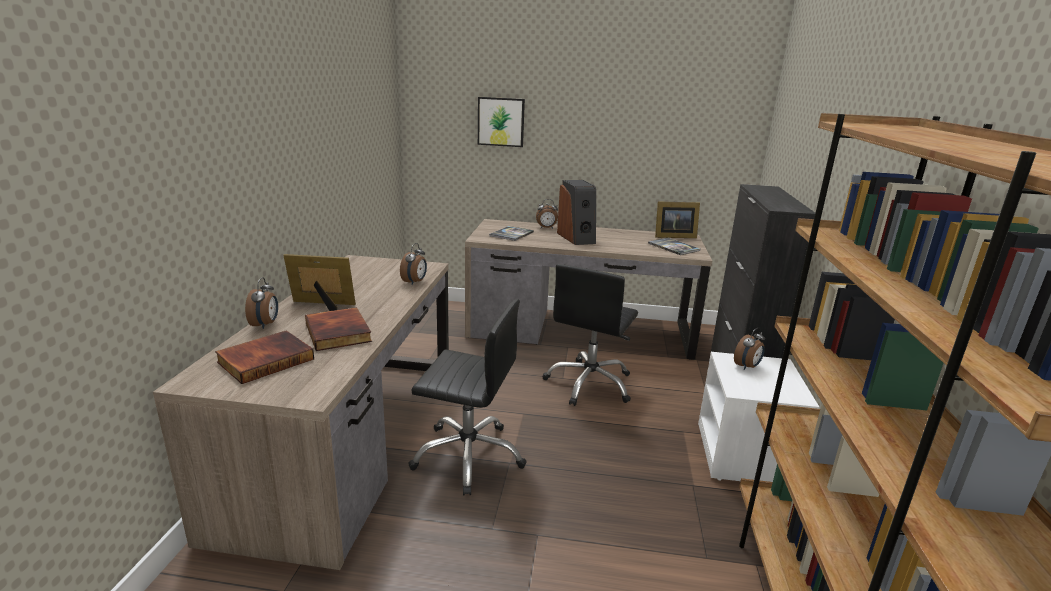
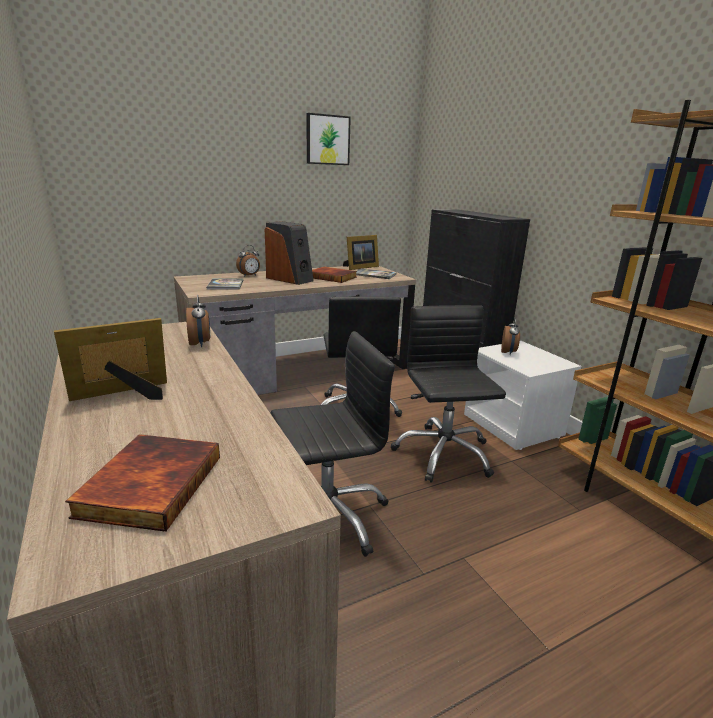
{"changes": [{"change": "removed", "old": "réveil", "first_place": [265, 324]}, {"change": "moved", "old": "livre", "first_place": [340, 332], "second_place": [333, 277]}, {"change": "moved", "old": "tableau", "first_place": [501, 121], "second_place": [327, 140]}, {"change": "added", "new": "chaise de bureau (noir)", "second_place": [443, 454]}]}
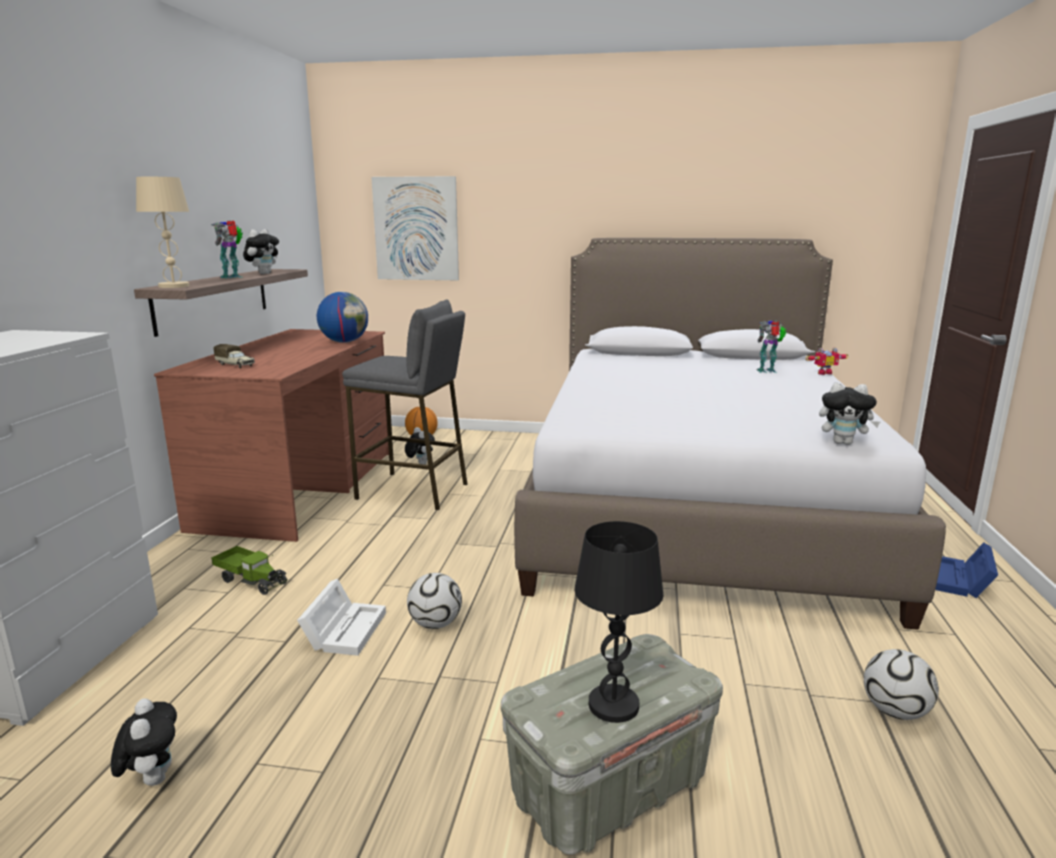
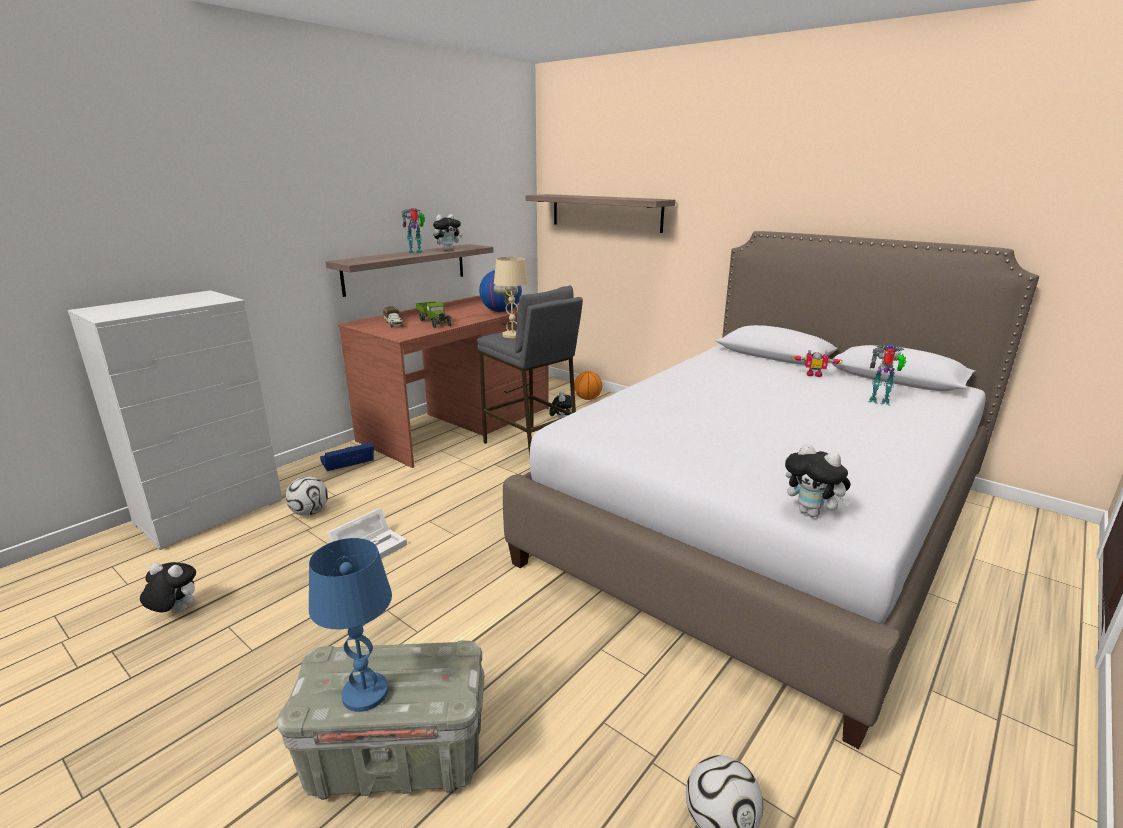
{"changes": [{"change": "turned", "old": "peluche", "first_place": [152, 778], "second_place": [175, 612], "degrees": -90}, {"change": "moved", "old": "lampe de table (beige)", "first_place": [174, 286], "second_place": [512, 335]}, {"change": "moved", "old": "camion jouet", "first_place": [251, 580], "second_place": [434, 322]}, {"change": "replaced", "old": "tableau", "new": "étagère", "first_place": [416, 229], "second_place": [605, 212]}, {"change": "moved", "old": "ballon de foot", "first_place": [435, 624], "second_place": [310, 512]}, {"change": "recoloured", "old": "lampe de table (noir)", "new": "lampe de table (bleu)", "first_place": [613, 705], "second_place": [364, 693]}, {"change": "moved", "old": "robot jouet", "first_place": [823, 373], "second_place": [814, 374]}, {"change": "moved", "old": "boîte de rangement (bleu)", "first_place": [959, 581], "second_place": [346, 463]}]}
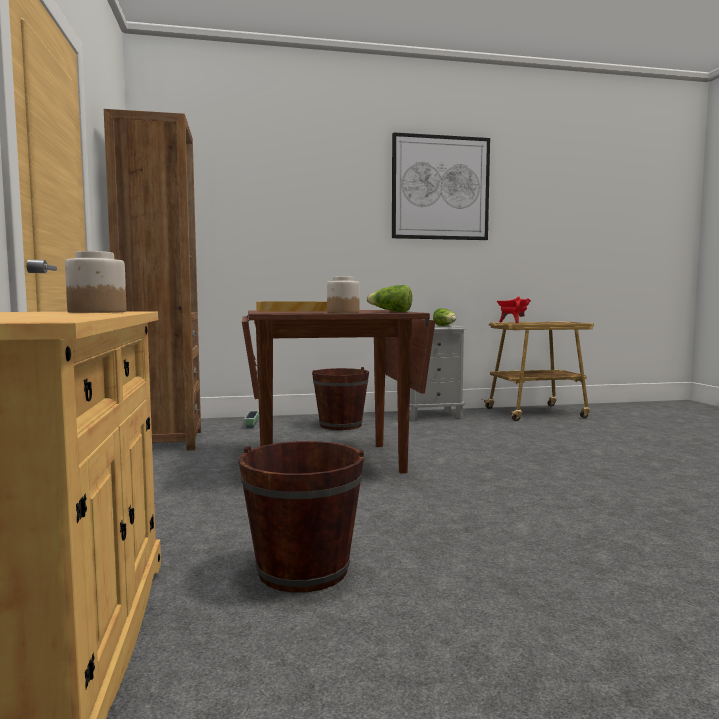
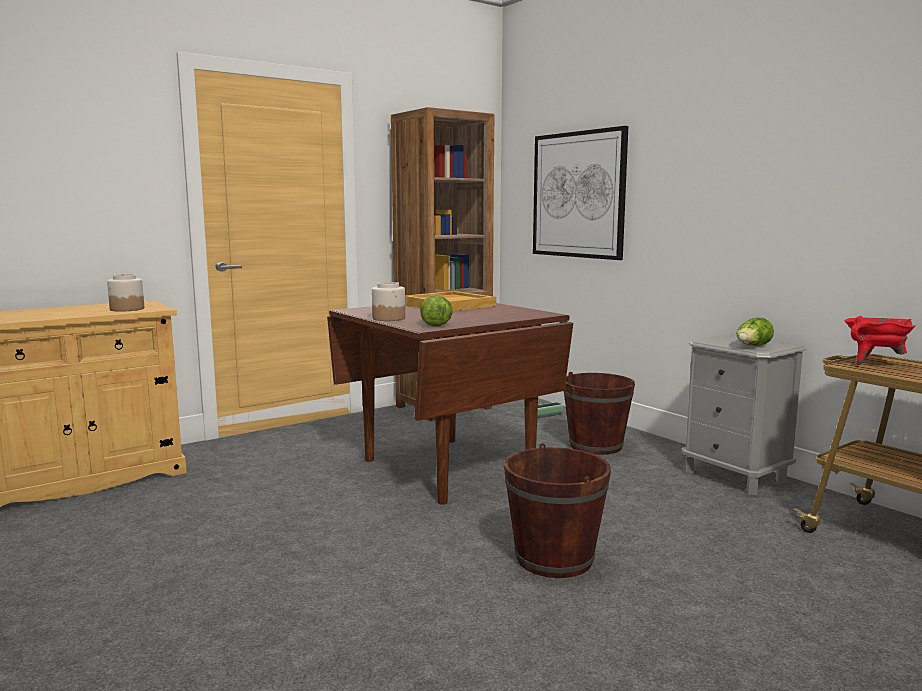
{"changes": [{"change": "moved", "old": "seau (marron)", "first_place": [303, 570], "second_place": [554, 559]}, {"change": "moved", "old": "tableau", "first_place": [440, 188], "second_place": [578, 195]}]}
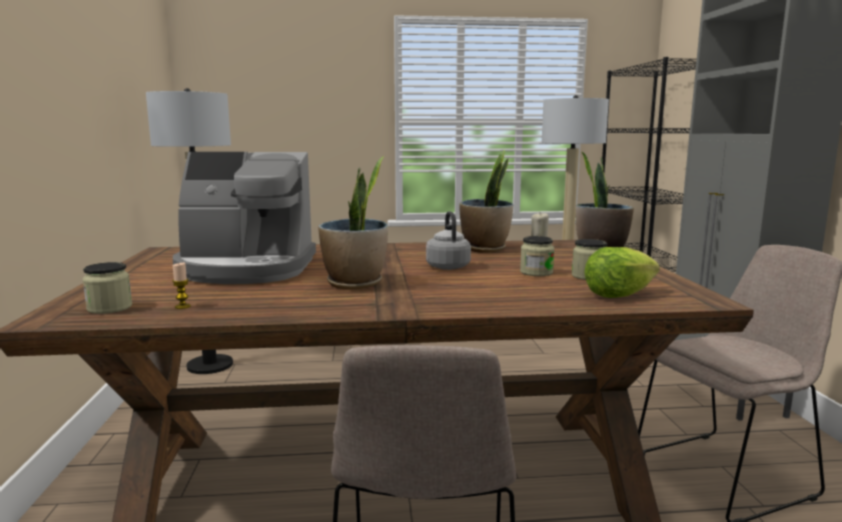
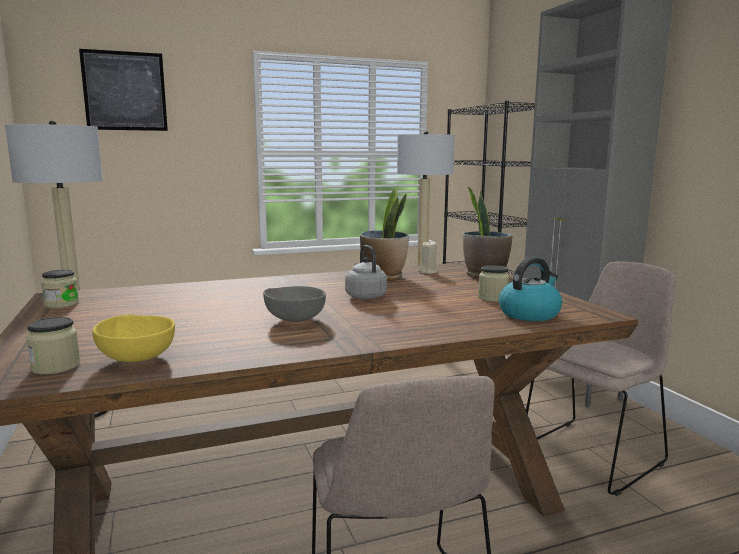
{"changes": [{"change": "replaced", "old": "bougie", "new": "bol (jaune)", "first_place": [182, 306], "second_place": [138, 358]}, {"change": "removed", "old": "machine à café", "first_place": [246, 269]}, {"change": "replaced", "old": "plante en pot", "new": "bol (gris)", "first_place": [355, 283], "second_place": [294, 319]}, {"change": "moved", "old": "bocal", "first_place": [536, 272], "second_place": [62, 304]}, {"change": "replaced", "old": "laitue", "new": "bouilloire", "first_place": [617, 295], "second_place": [529, 314]}, {"change": "added", "new": "tableau", "second_place": [125, 91]}]}
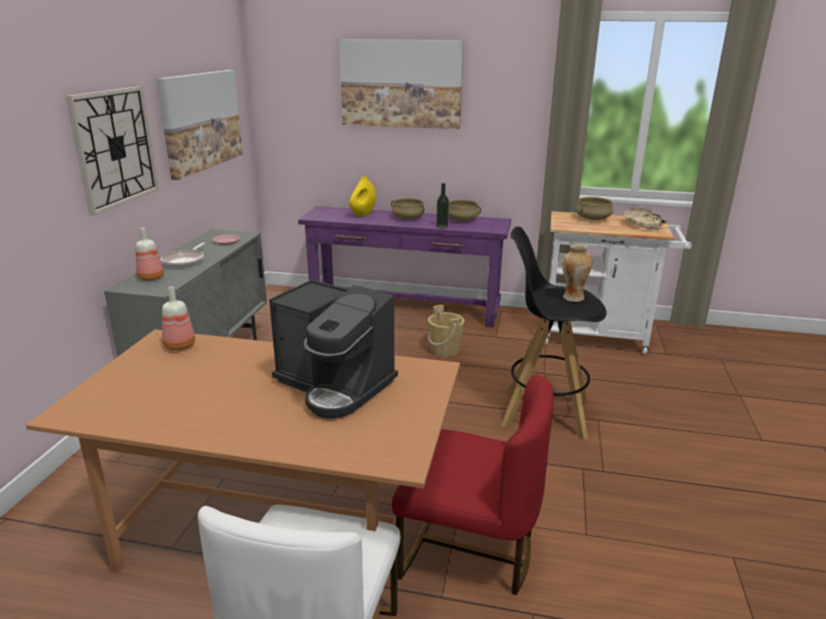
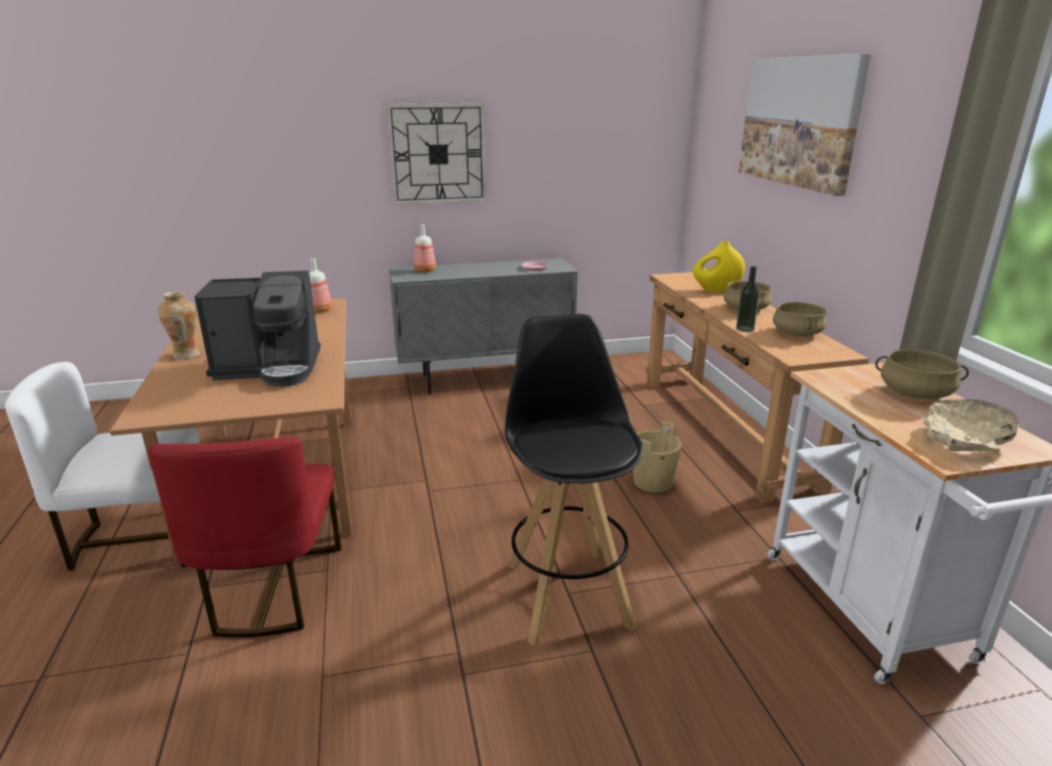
{"changes": [{"change": "removed", "old": "tableau", "first_place": [201, 121]}, {"change": "removed", "old": "poêle", "first_place": [185, 261]}, {"change": "turned", "old": "machine à café", "first_place": [335, 385], "second_place": [270, 368], "degrees": -105}, {"change": "recoloured", "old": "table console (violet)", "new": "table console (marron)", "first_place": [405, 309], "second_place": [724, 430]}, {"change": "moved", "old": "vase", "first_place": [572, 298], "second_place": [186, 355]}]}
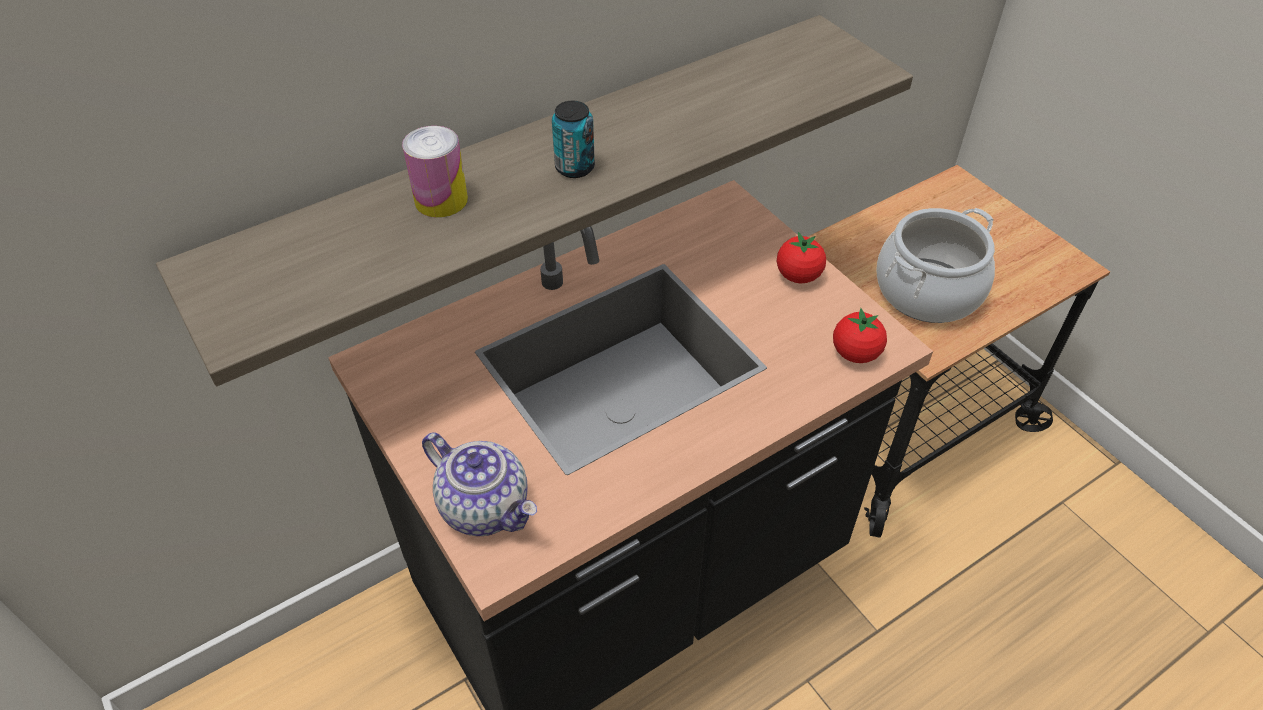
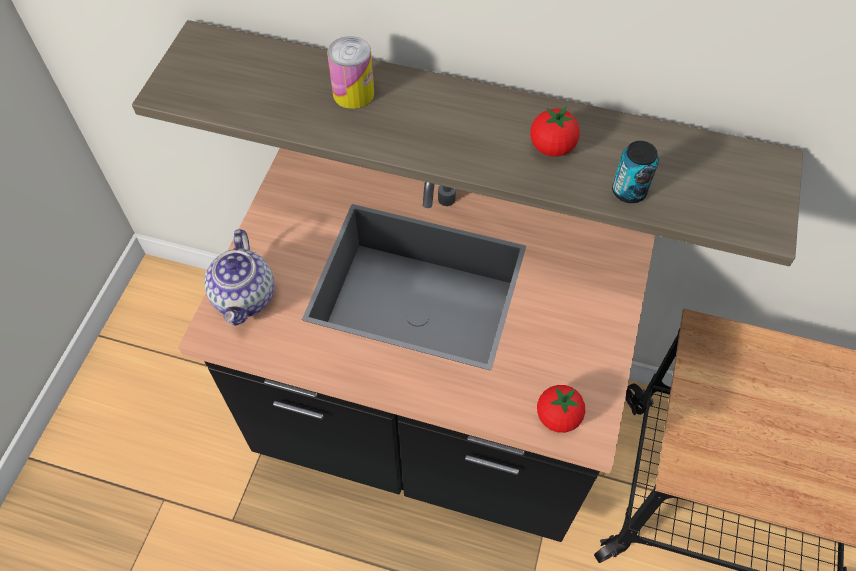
{"changes": [{"change": "moved", "old": "boîte métallique", "first_place": [575, 167], "second_place": [628, 191]}, {"change": "moved", "old": "tomate", "first_place": [798, 276], "second_place": [552, 147]}, {"change": "removed", "old": "marmite", "first_place": [927, 291]}]}
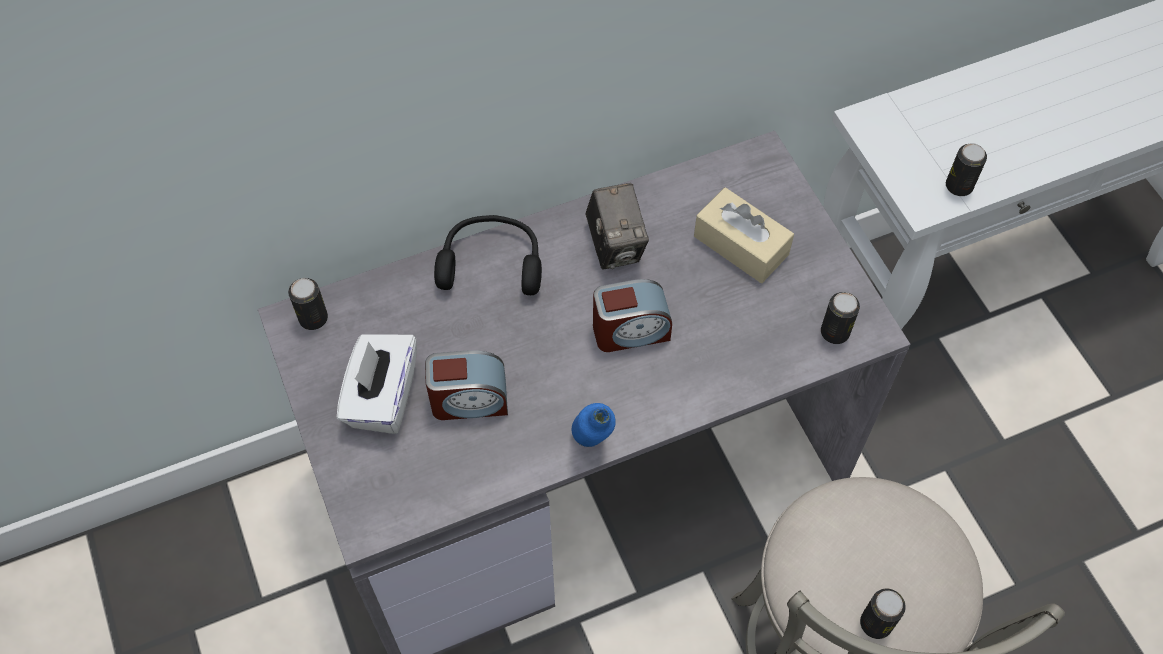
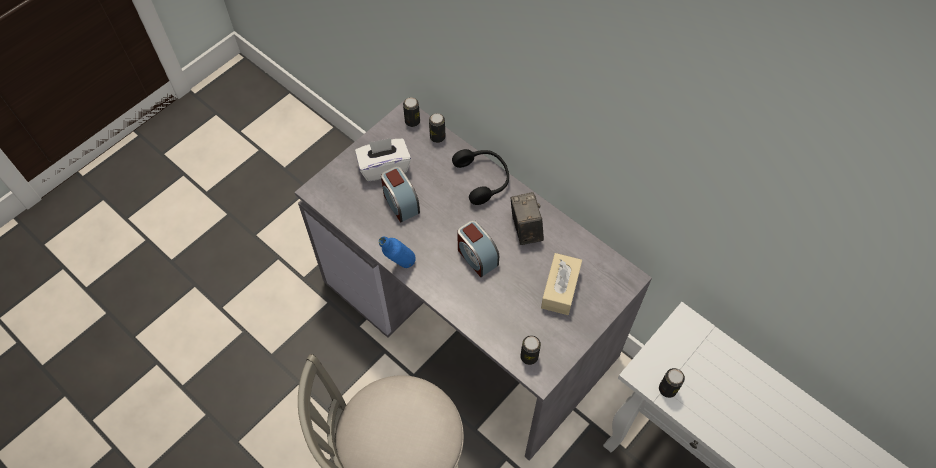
{"changes": [{"change": "turned", "old": "appareil photo", "first_place": [615, 245], "second_place": [525, 229], "degrees": 120}, {"change": "moved", "old": "boîte métallique", "first_place": [876, 623], "second_place": [437, 137]}]}
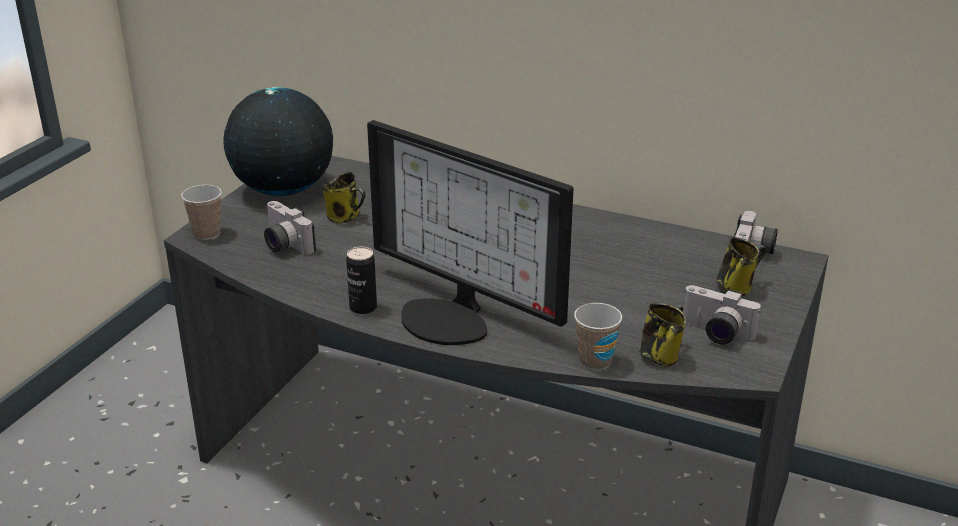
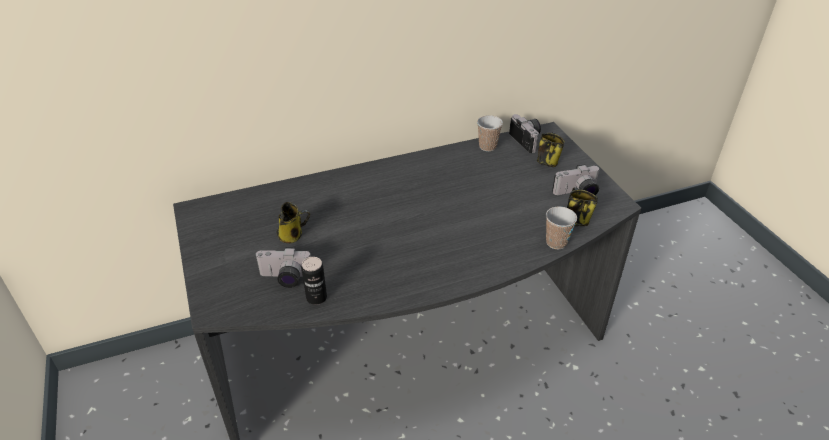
{"changes": [{"change": "moved", "old": "tasse", "first_place": [207, 233], "second_place": [487, 146]}, {"change": "removed", "old": "globe", "first_place": [283, 190]}, {"change": "moved", "old": "boîte métallique", "first_place": [363, 308], "second_place": [316, 298]}, {"change": "removed", "old": "écran d'ordinateur", "first_place": [451, 318]}]}
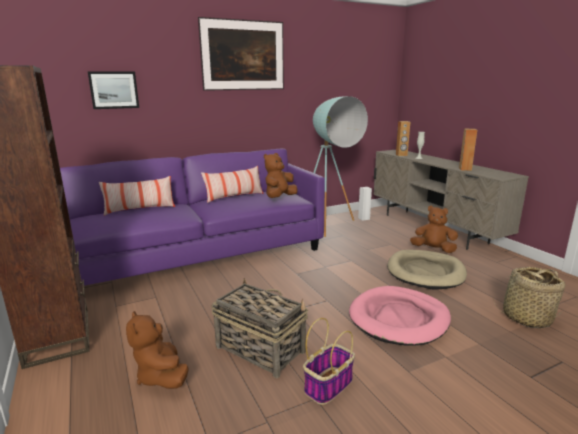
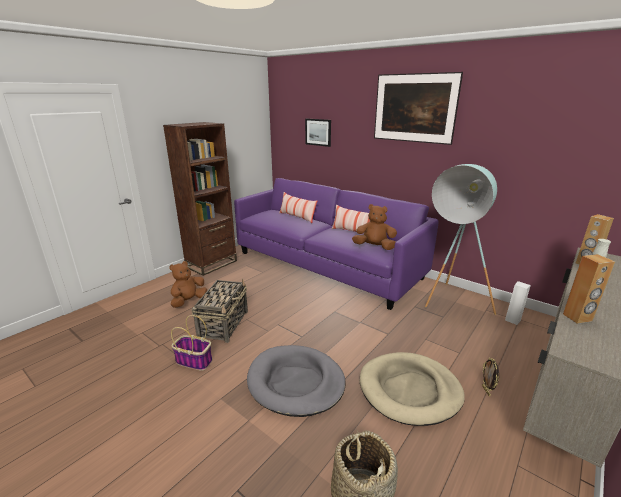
{"changes": [{"change": "recoloured", "old": "panier pour chien (rose)", "new": "panier pour chien (gris)", "first_place": [399, 319], "second_place": [296, 382]}, {"change": "replaced", "old": "peluche (marron)", "new": "cadre photo", "first_place": [433, 249], "second_place": [486, 391]}]}
